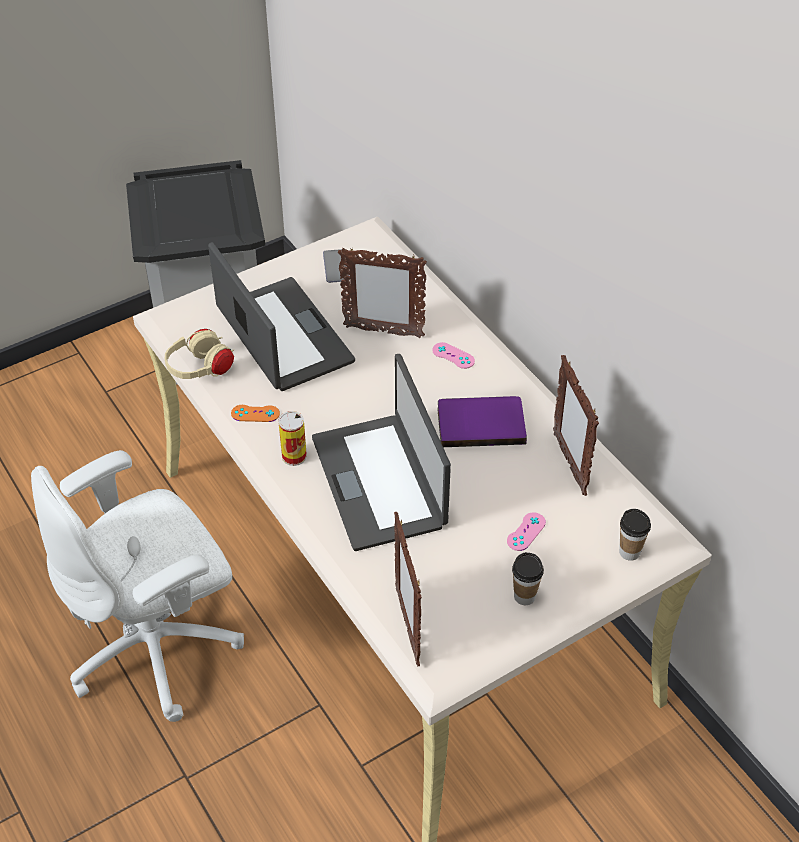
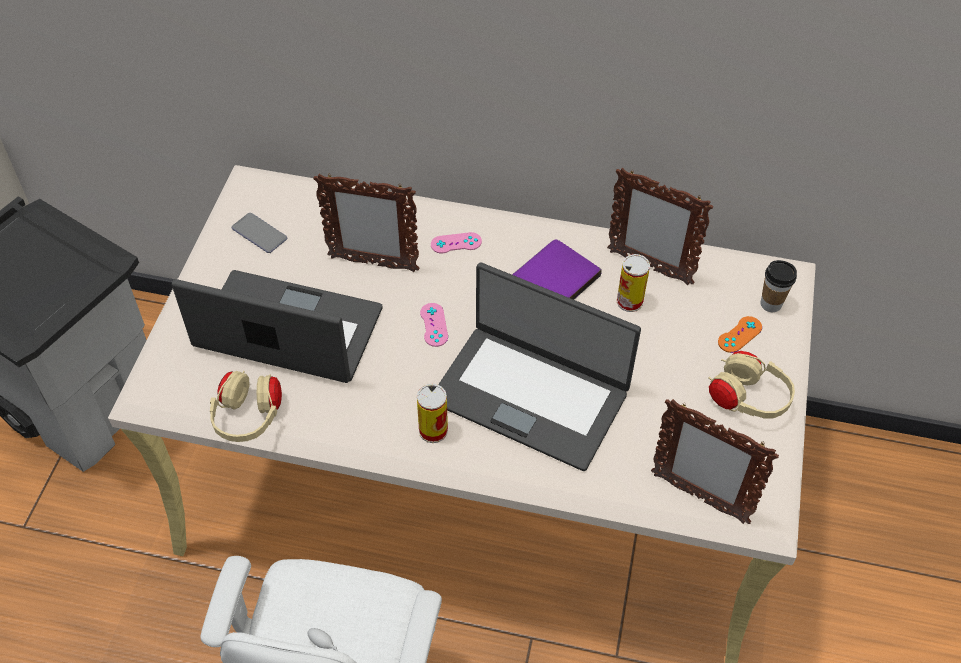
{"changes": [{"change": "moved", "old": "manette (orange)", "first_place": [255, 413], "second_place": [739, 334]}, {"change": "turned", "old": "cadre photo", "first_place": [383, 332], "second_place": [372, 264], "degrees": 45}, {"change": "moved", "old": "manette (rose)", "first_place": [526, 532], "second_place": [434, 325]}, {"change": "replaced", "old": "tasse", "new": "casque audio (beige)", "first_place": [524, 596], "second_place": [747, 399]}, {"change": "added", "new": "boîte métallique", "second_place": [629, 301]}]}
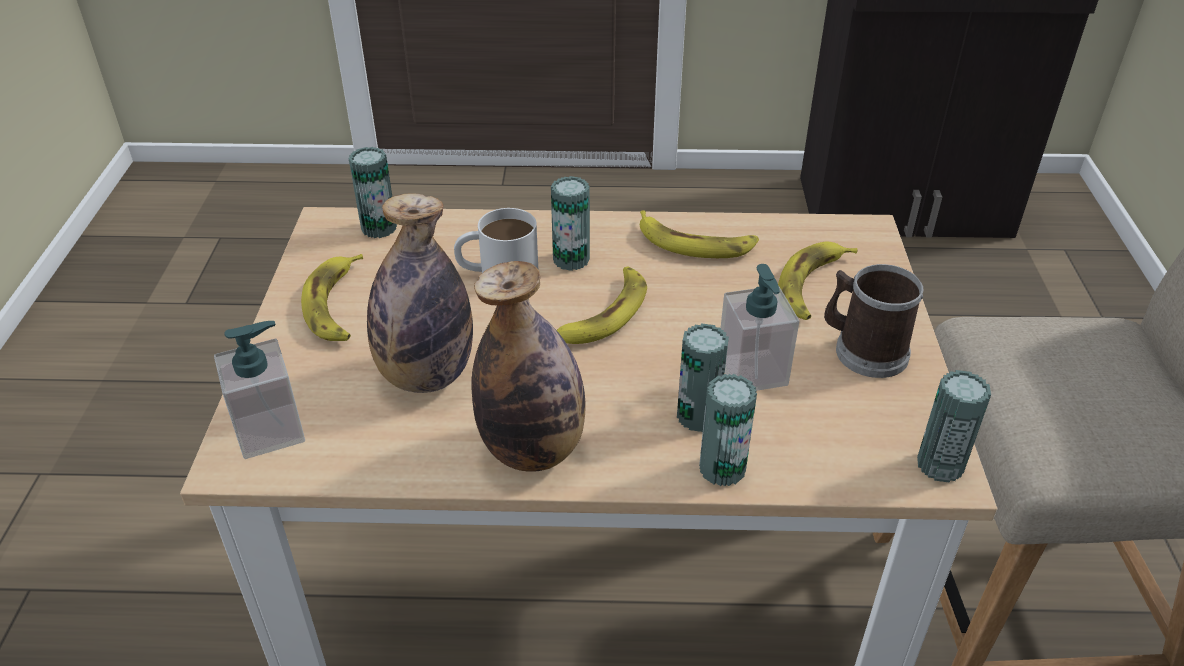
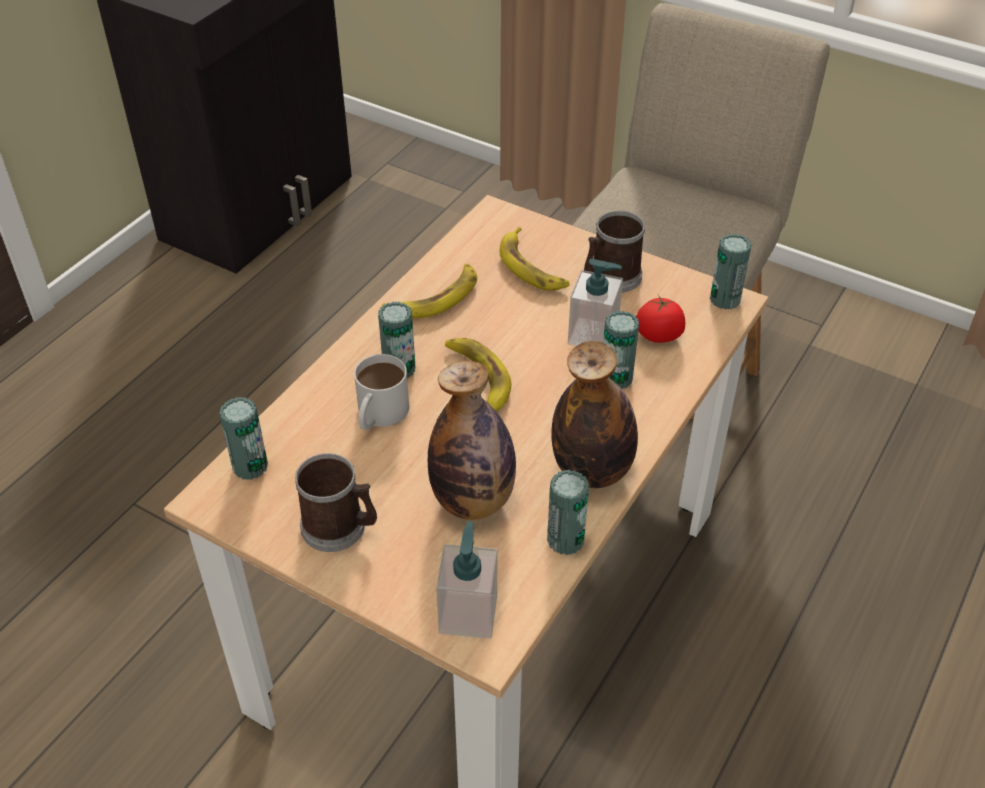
{"changes": [{"change": "replaced", "old": "banane", "new": "mug", "first_place": [336, 306], "second_place": [340, 528]}, {"change": "moved", "old": "boîte métallique", "first_place": [722, 468], "second_place": [565, 540]}, {"change": "added", "new": "tomate", "second_place": [659, 335]}]}
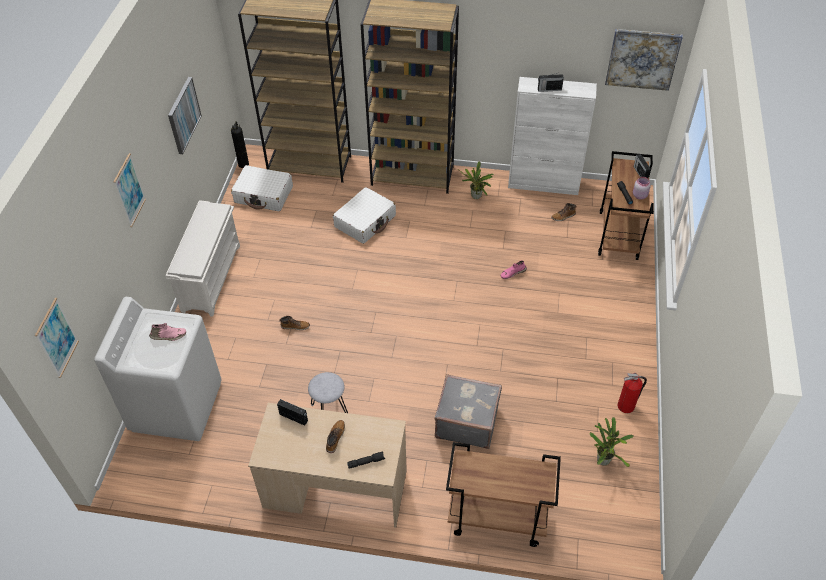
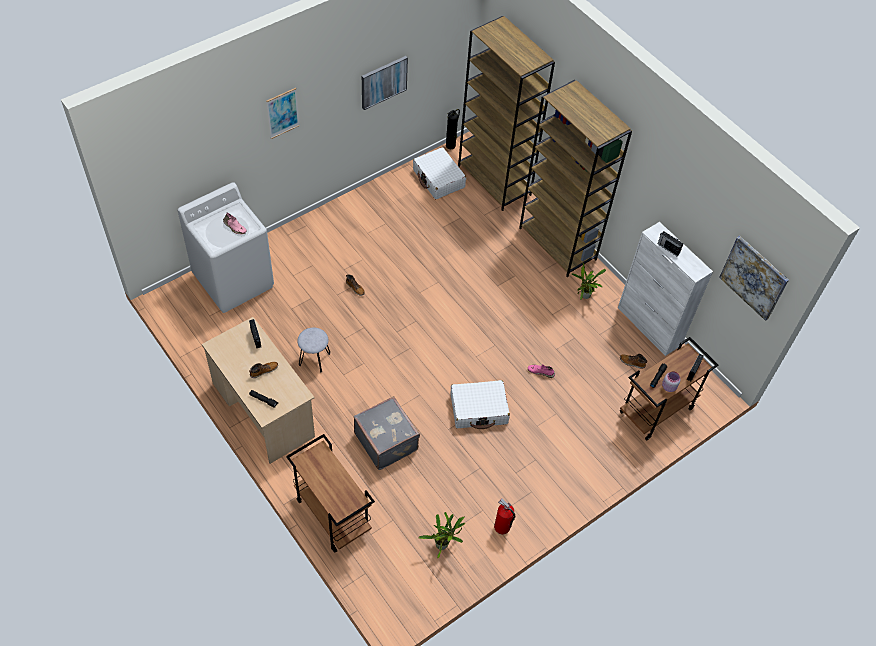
{"changes": [{"change": "removed", "old": "tableau", "first_place": [57, 338]}, {"change": "removed", "old": "étagère à chaussures (blanc)", "first_place": [211, 277]}, {"change": "moved", "old": "valise (blanc)", "first_place": [365, 221], "second_place": [479, 409]}]}
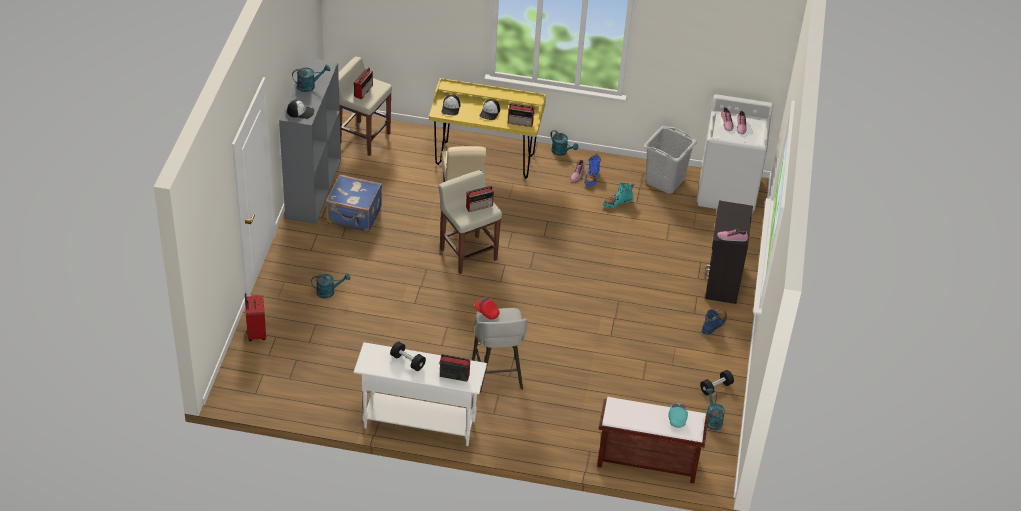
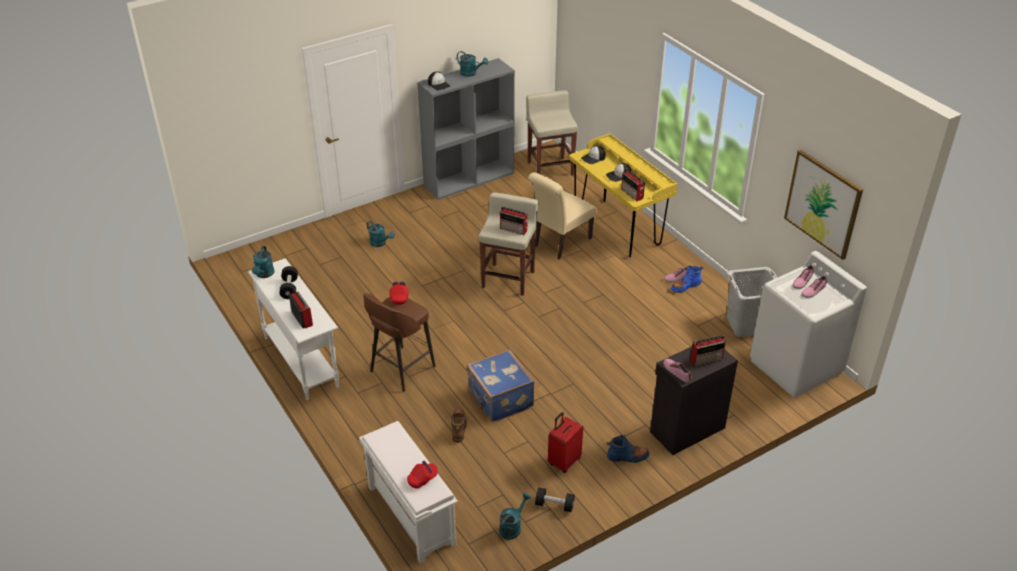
{"changes": [{"change": "moved", "old": "valise (rouge)", "first_place": [256, 333], "second_place": [564, 461]}, {"change": "moved", "old": "valise (bleu)", "first_place": [354, 216], "second_place": [499, 400]}, {"change": "moved", "old": "radio", "first_place": [364, 91], "second_place": [706, 359]}, {"change": "recoloured", "old": "tabouret (gris)", "new": "tabouret (marron)", "first_place": [497, 376], "second_place": [401, 370]}, {"change": "moved", "old": "arrosoir (turquoise)", "first_place": [561, 152], "second_place": [264, 274]}, {"change": "recoloured", "old": "banc (marron)", "new": "banc (blanc)", "first_place": [646, 461], "second_place": [410, 515]}, {"change": "removed", "old": "botte (turquoise)", "first_place": [617, 202]}, {"change": "recoloured", "old": "casquette (turquoise)", "new": "casquette (rouge)", "first_place": [677, 418], "second_place": [422, 479]}, {"change": "added", "new": "botte (marron)", "second_place": [458, 428]}, {"change": "added", "new": "tableau", "second_place": [823, 204]}]}
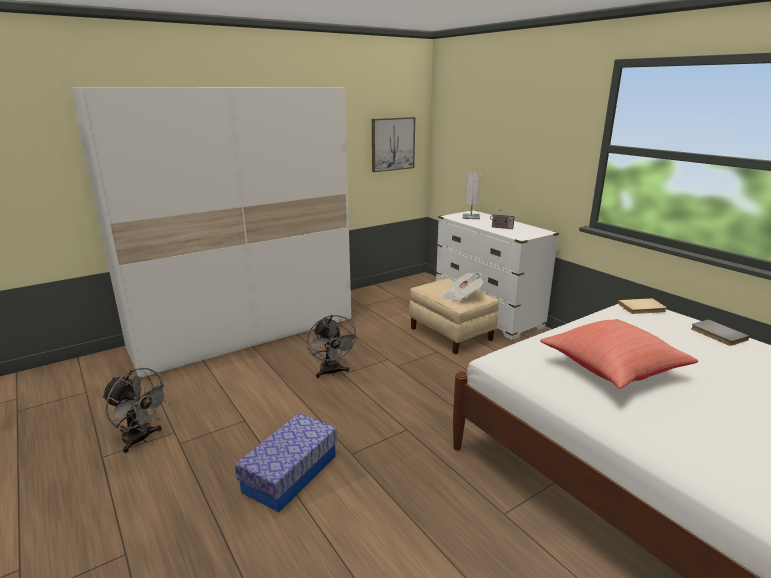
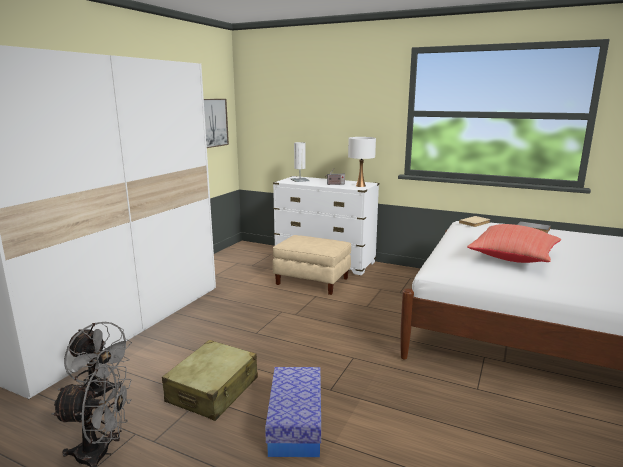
{"changes": [{"change": "moved", "old": "ventilateur (gris)", "first_place": [332, 372], "second_place": [100, 394]}, {"change": "removed", "old": "journal", "first_place": [462, 296]}, {"change": "added", "new": "valise (beige)", "second_place": [213, 390]}, {"change": "added", "new": "lampe de table (blanc)", "second_place": [360, 186]}]}
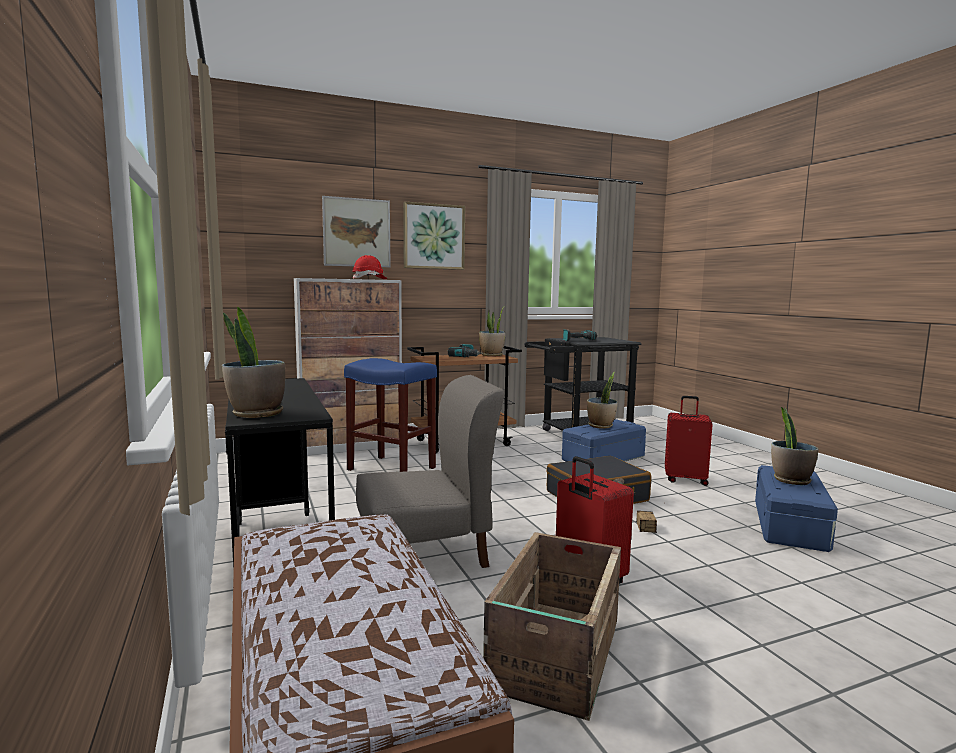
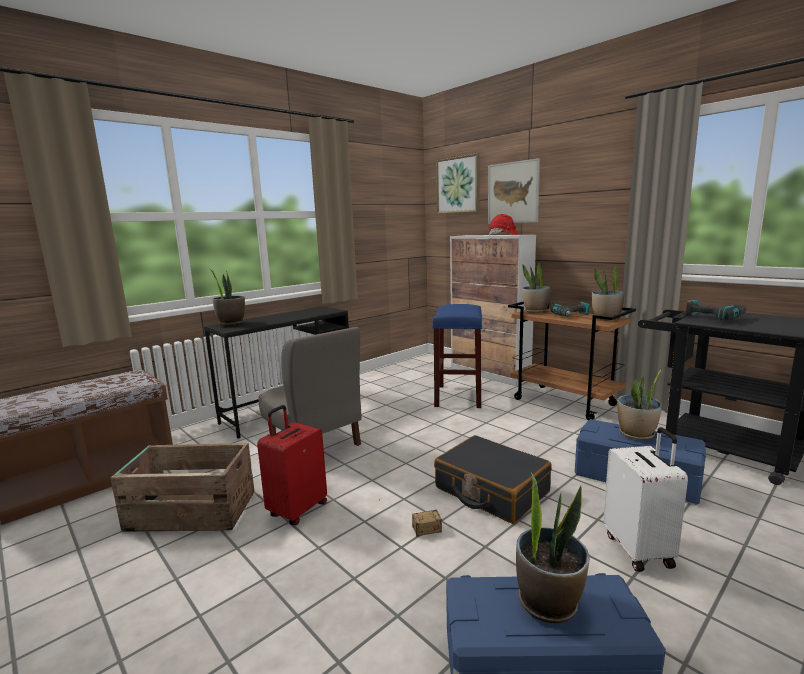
{"changes": [{"change": "moved", "old": "tableau", "first_place": [433, 236], "second_place": [458, 185]}, {"change": "recoloured", "old": "valise (rouge)", "new": "valise (blanc)", "first_place": [685, 479], "second_place": [639, 550]}, {"change": "added", "new": "plante en pot", "second_place": [535, 311]}]}
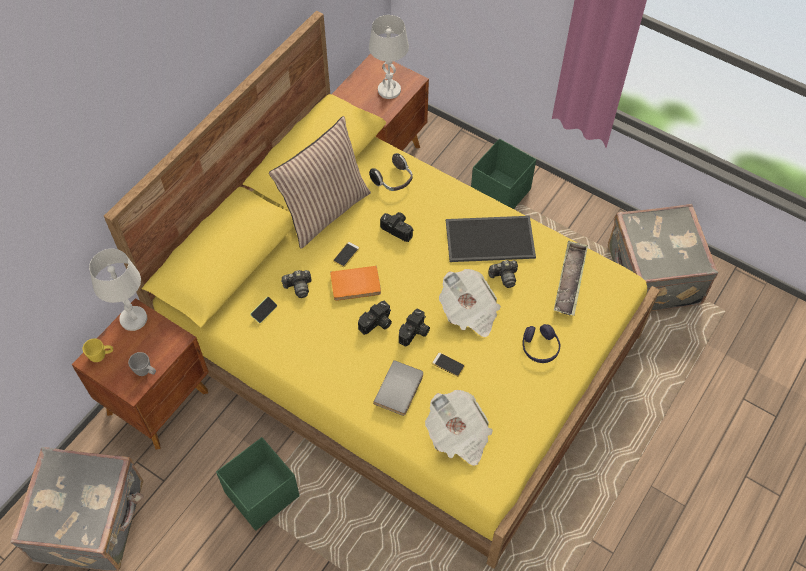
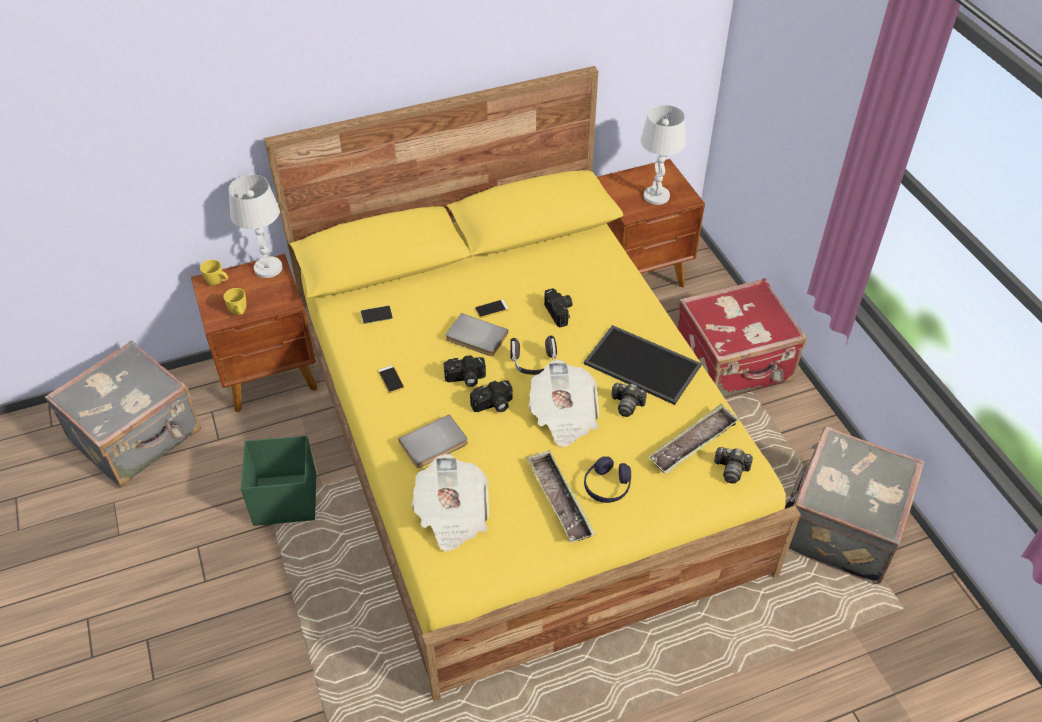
{"changes": [{"change": "recoloured", "old": "mug (gris)", "new": "mug (jaune)", "first_place": [146, 372], "second_place": [239, 313]}, {"change": "removed", "old": "coussin", "first_place": [325, 210]}, {"change": "moved", "old": "appareil photo", "first_place": [298, 287], "second_place": [731, 470]}, {"change": "recoloured", "old": "livre (orange)", "new": "livre (gris)", "first_place": [355, 286], "second_place": [475, 338]}, {"change": "moved", "old": "casque audio", "first_place": [393, 180], "second_place": [533, 364]}, {"change": "moved", "old": "téléphone", "first_place": [448, 364], "second_place": [391, 379]}, {"change": "replaced", "old": "boîte de rangement (vert)", "new": "valise (rouge)", "first_place": [501, 193], "second_place": [734, 365]}, {"change": "added", "new": "plateau", "second_place": [559, 500]}]}
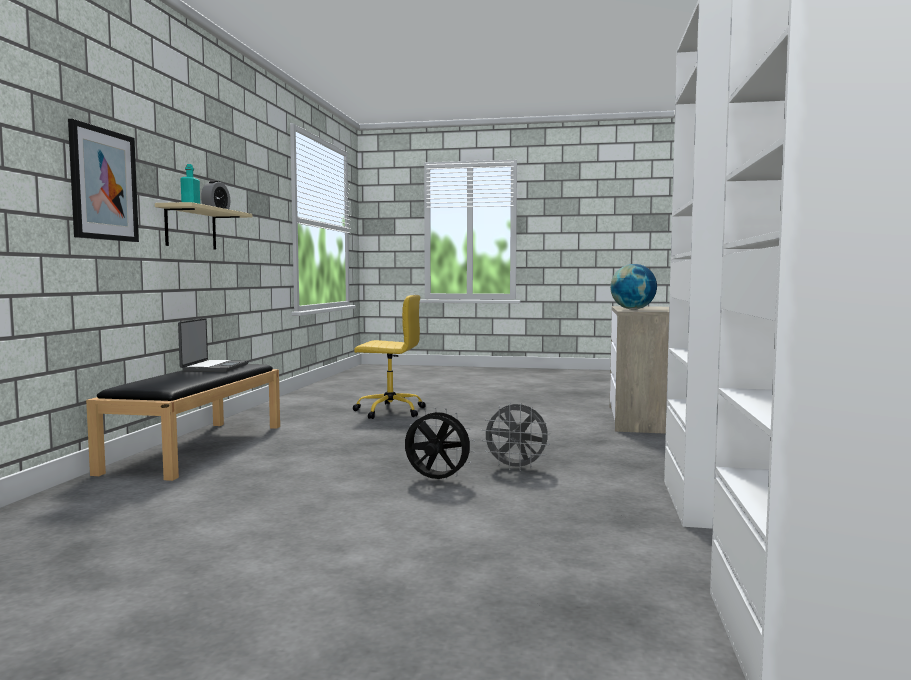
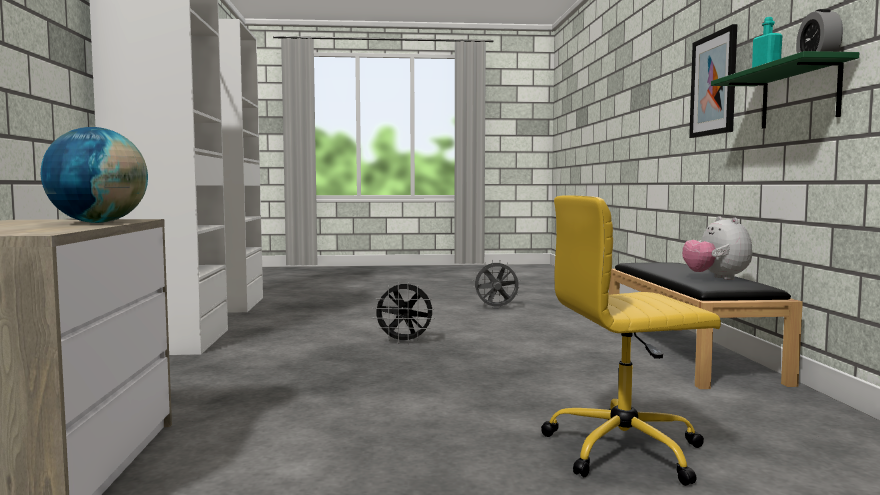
{"changes": [{"change": "recoloured", "old": "étagère (beige)", "new": "étagère (vert)", "first_place": [191, 228], "second_place": [799, 95]}, {"change": "replaced", "old": "ordinateur portable", "new": "peluche", "first_place": [214, 368], "second_place": [716, 278]}, {"change": "moved", "old": "ventilateur (gris)", "first_place": [516, 468], "second_place": [496, 308]}]}
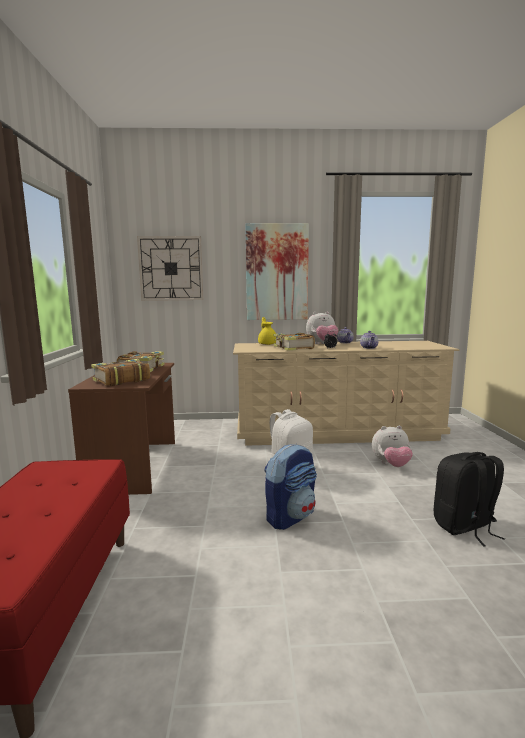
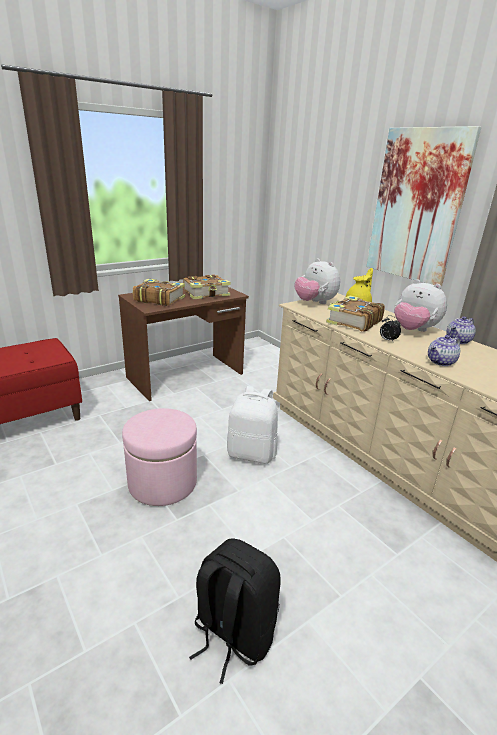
{"changes": [{"change": "removed", "old": "horloge murale", "first_place": [171, 268]}, {"change": "replaced", "old": "sac à dos", "new": "pouf (rose)", "first_place": [290, 516], "second_place": [162, 482]}, {"change": "moved", "old": "peluche", "first_place": [391, 465], "second_place": [315, 303]}]}
